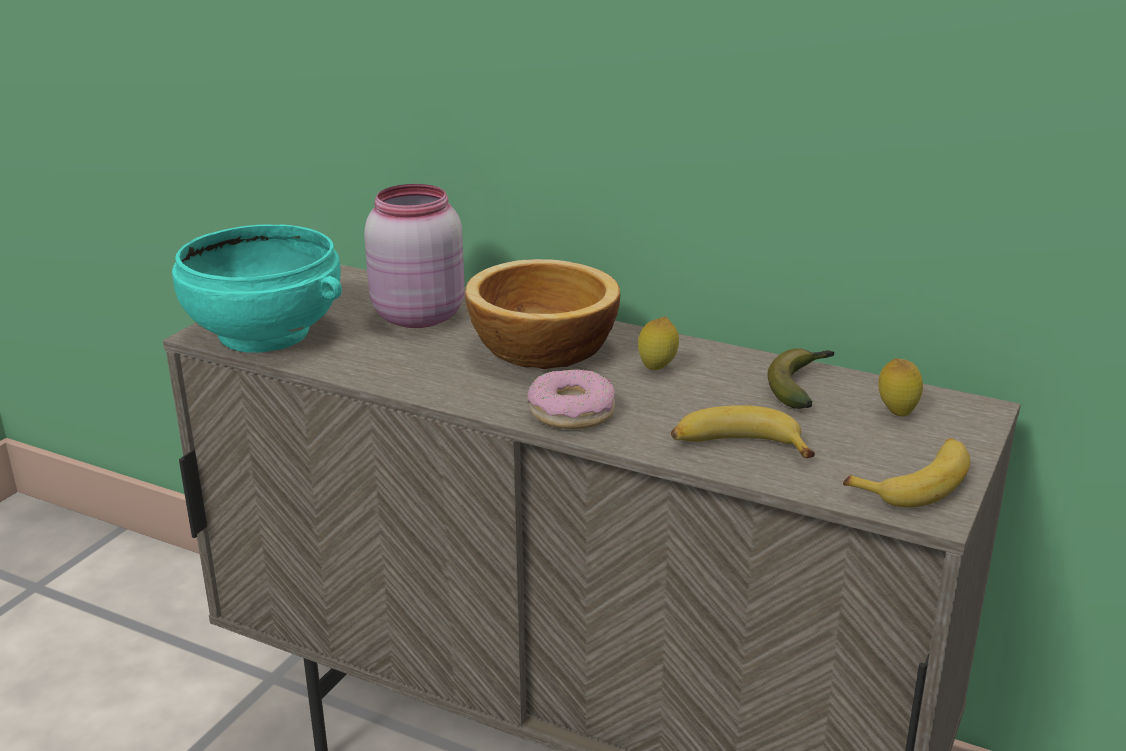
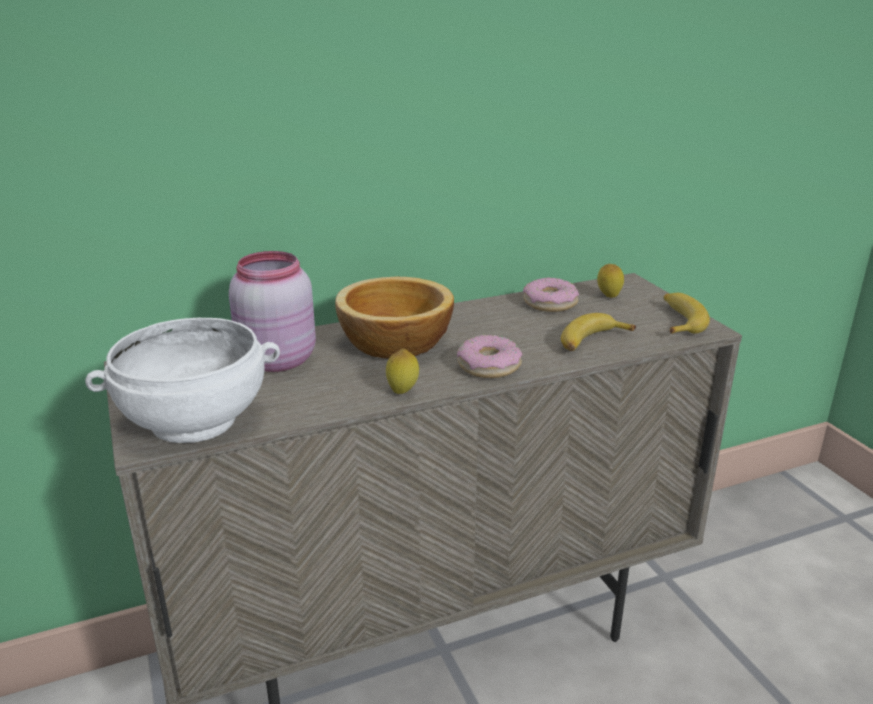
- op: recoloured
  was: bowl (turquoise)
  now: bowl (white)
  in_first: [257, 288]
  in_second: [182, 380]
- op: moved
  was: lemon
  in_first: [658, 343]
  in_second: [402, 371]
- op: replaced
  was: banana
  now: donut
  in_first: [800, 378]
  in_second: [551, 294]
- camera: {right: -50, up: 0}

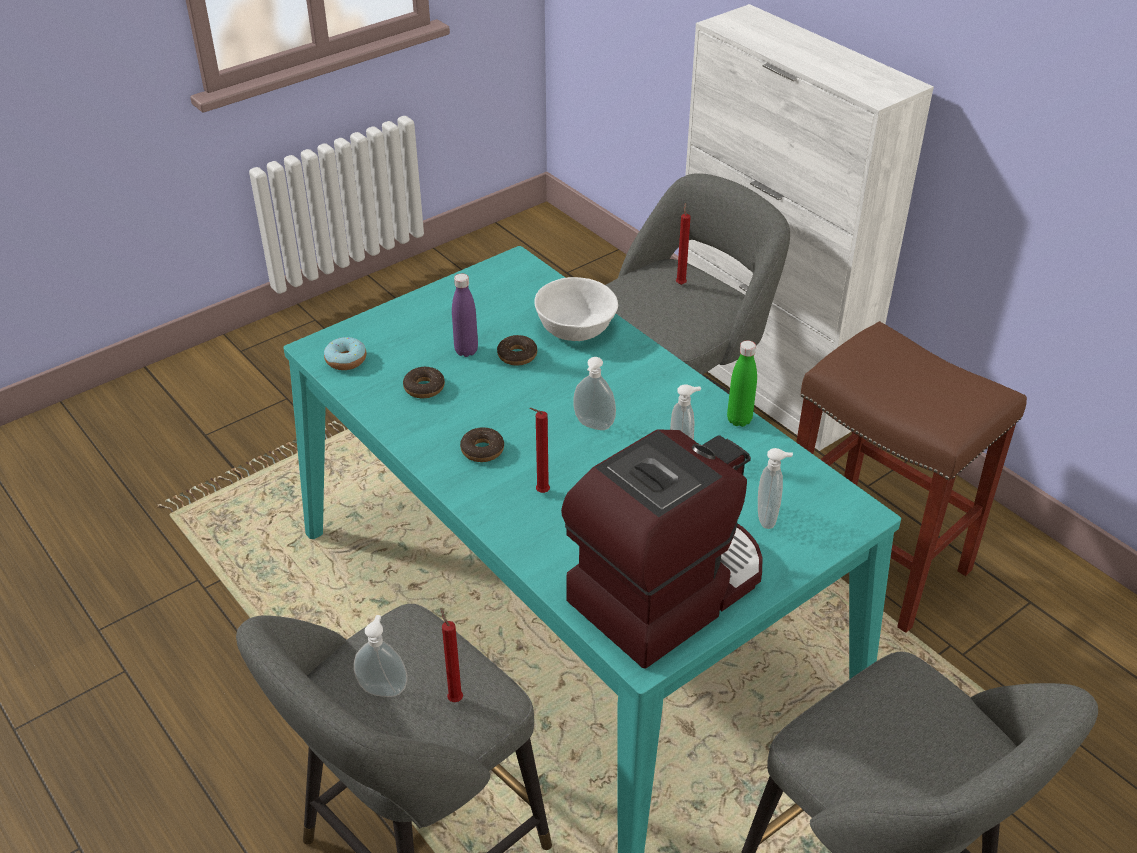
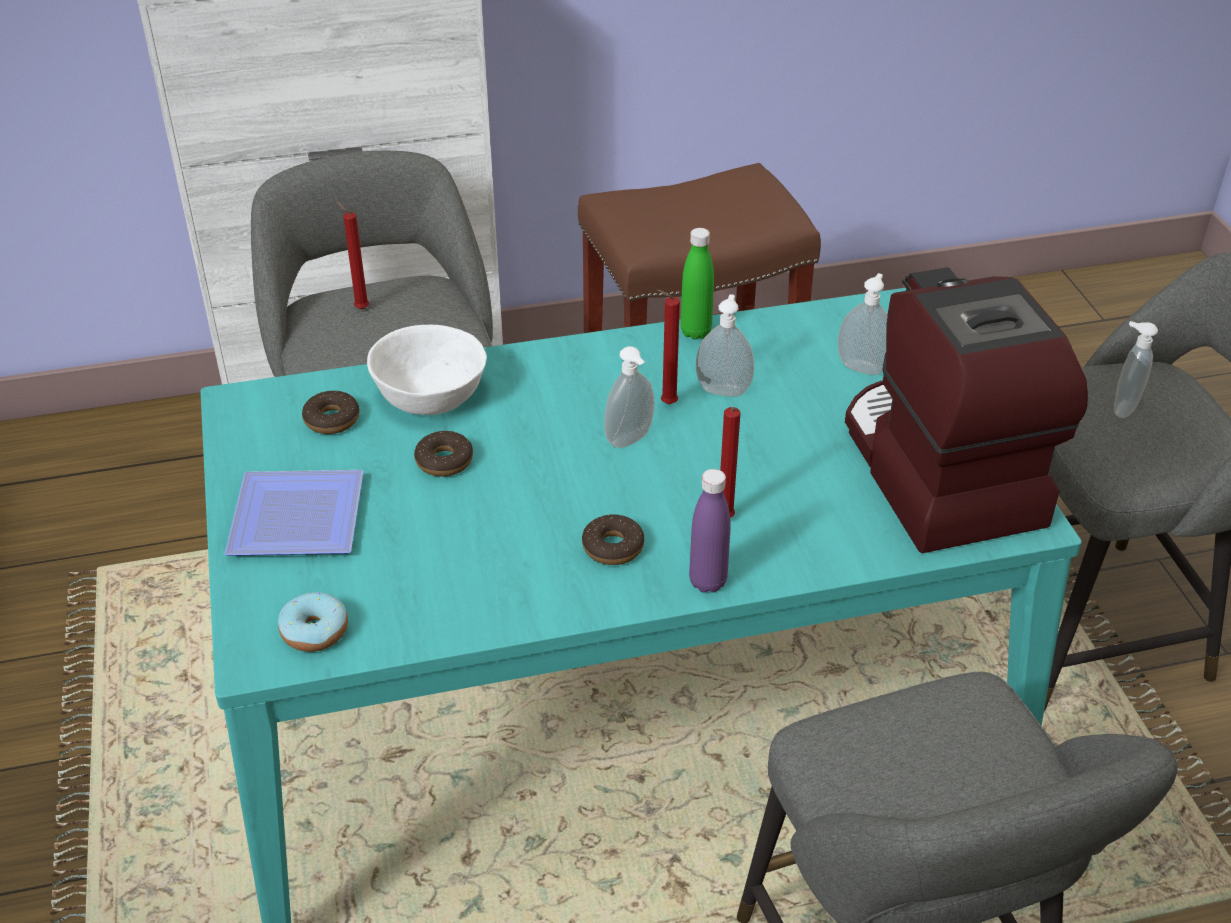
- op: moved
  was: bottle (purple)
  in_first: [465, 315]
  in_second: [710, 531]
- op: moved
  was: donut
  in_first: [424, 382]
  in_second: [330, 412]
- op: moved
  was: candle (red)
  in_first: [451, 655]
  in_second: [668, 347]
- op: moved
  was: soap dispenser
  in_first: [380, 656]
  in_second: [1136, 369]
- op: added
  now: plate
  in_second: [294, 513]
- camera: {right: -65, up: 0}

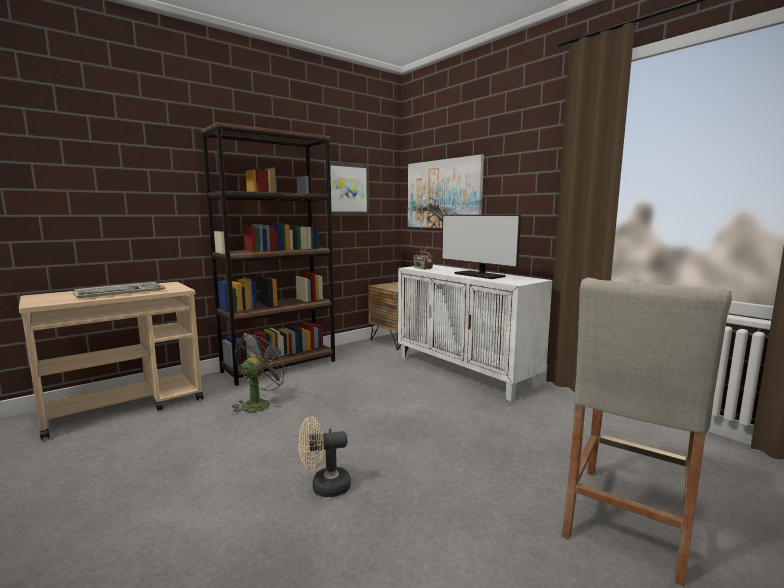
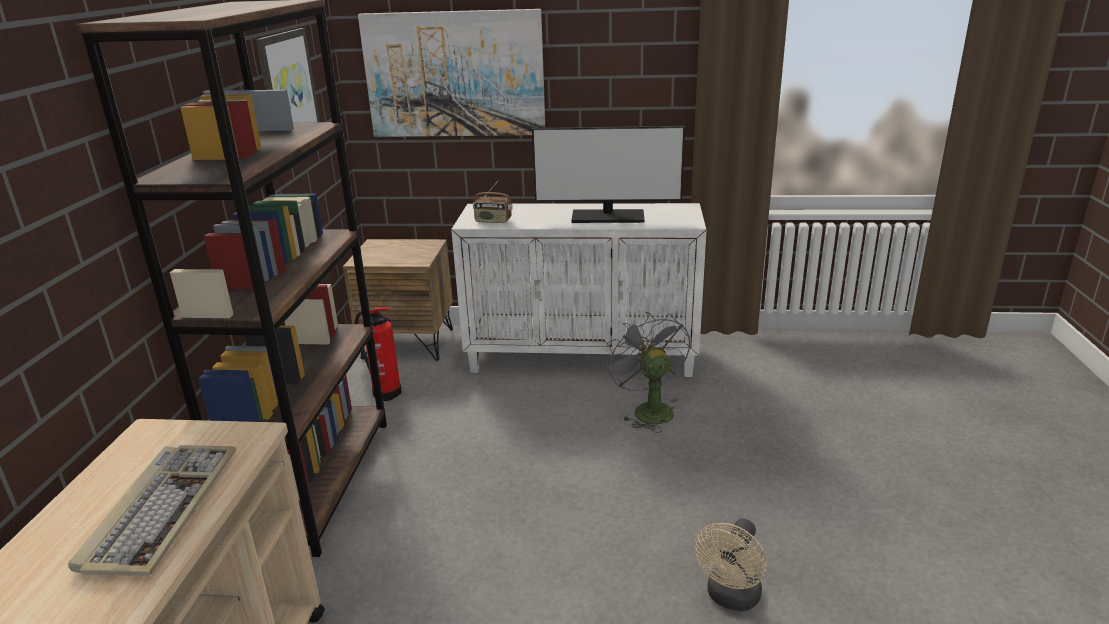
- op: removed
  was: stool (beige)
  in_first: [646, 432]
- op: moved
  was: fan (grey)
  in_first: [261, 372]
  in_second: [647, 372]
- op: added
  now: fire extinguisher
  in_second: [378, 354]
- camera: {right: -45, up: 15}

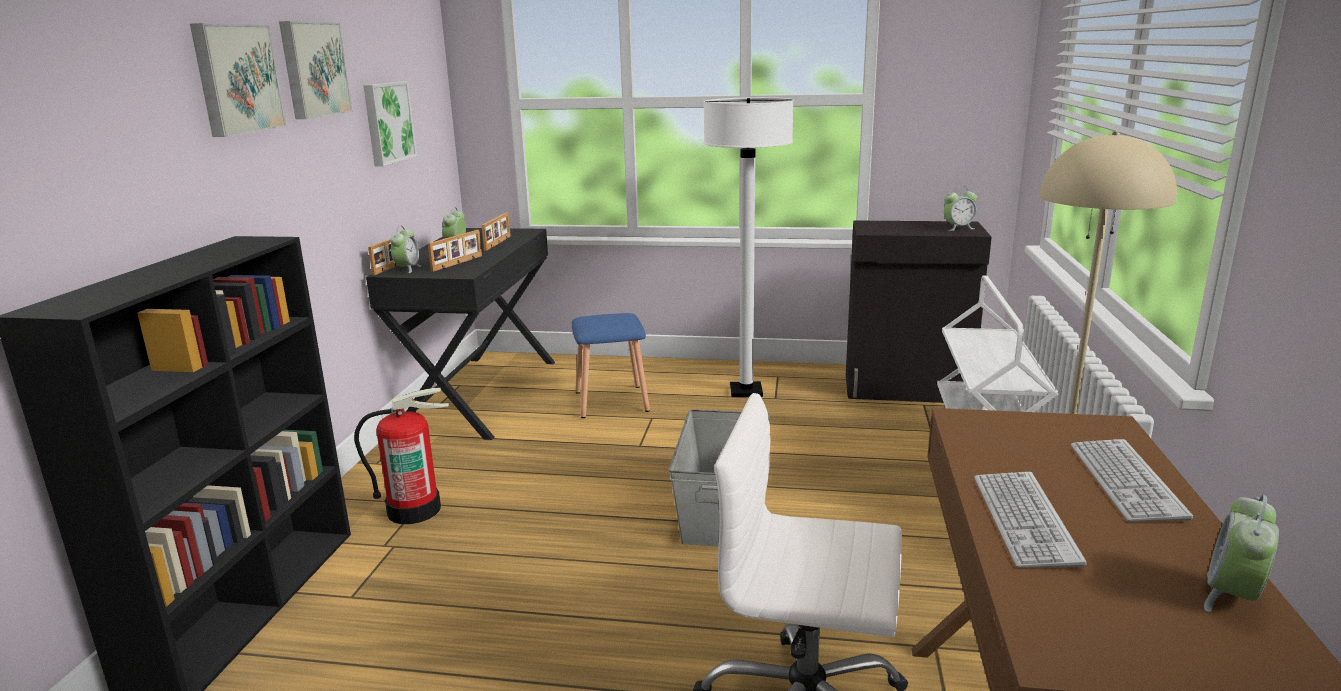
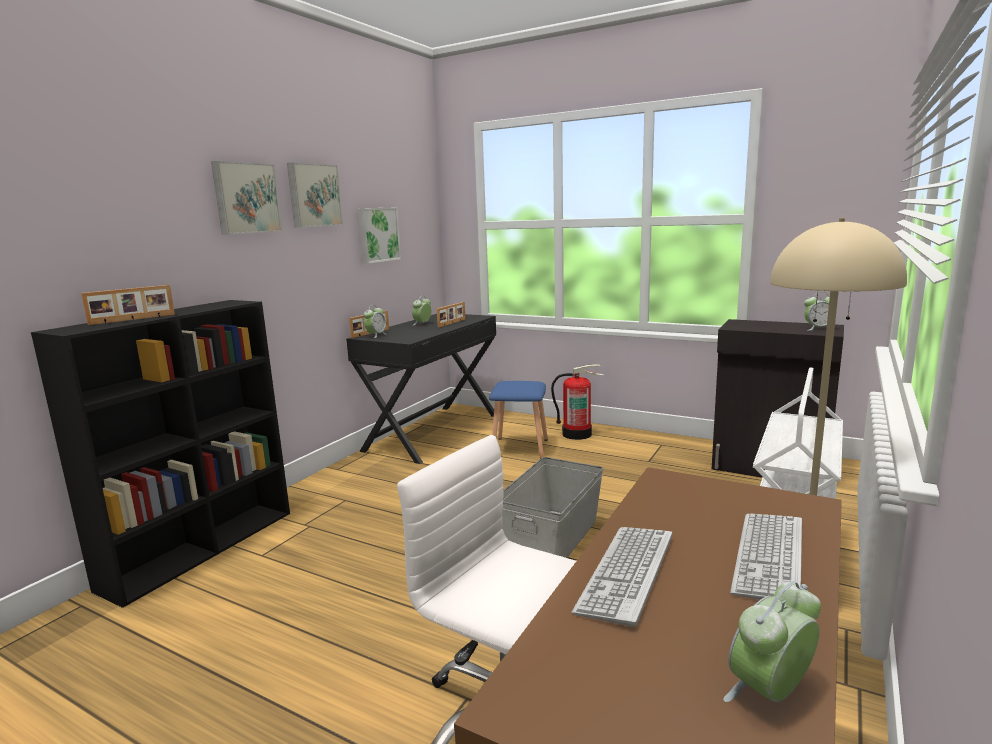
- op: removed
  was: floor lamp (white)
  in_first: [748, 247]
- op: moved
  was: picture frame
  in_first: [455, 251]
  in_second: [128, 305]
- op: moved
  was: fire extinguisher
  in_first: [401, 455]
  in_second: [577, 402]
- camera: {right: 20, up: -5}

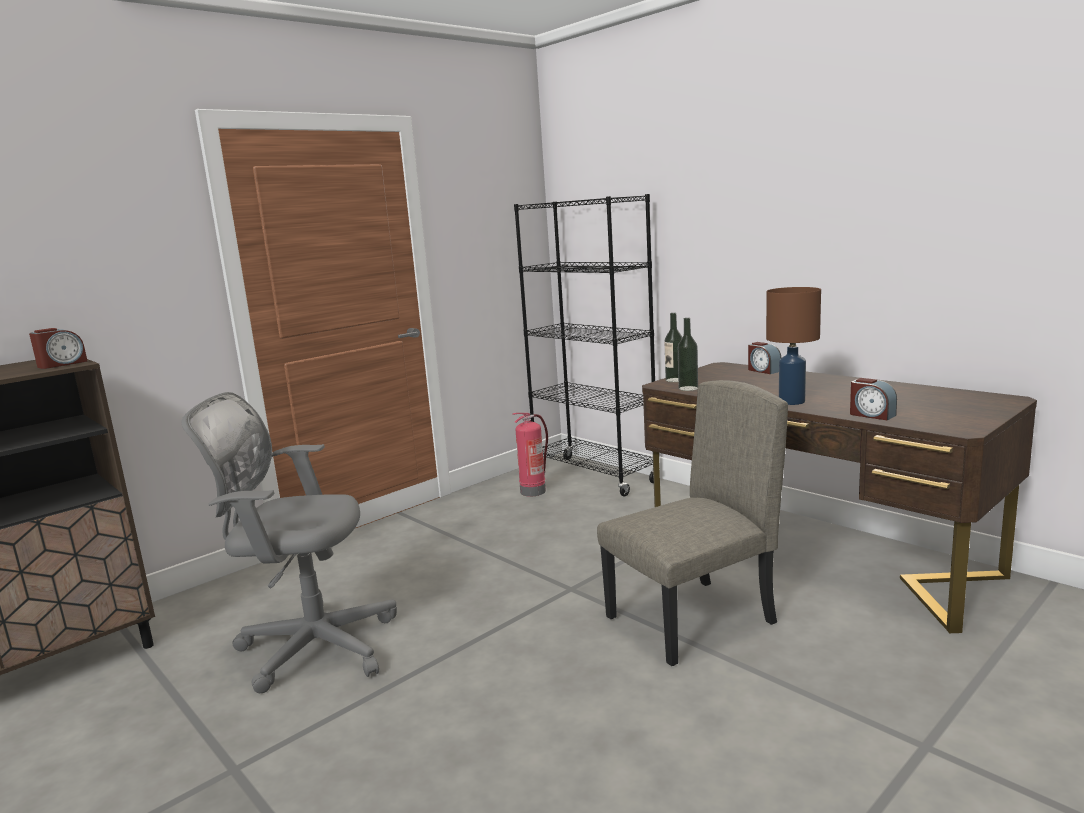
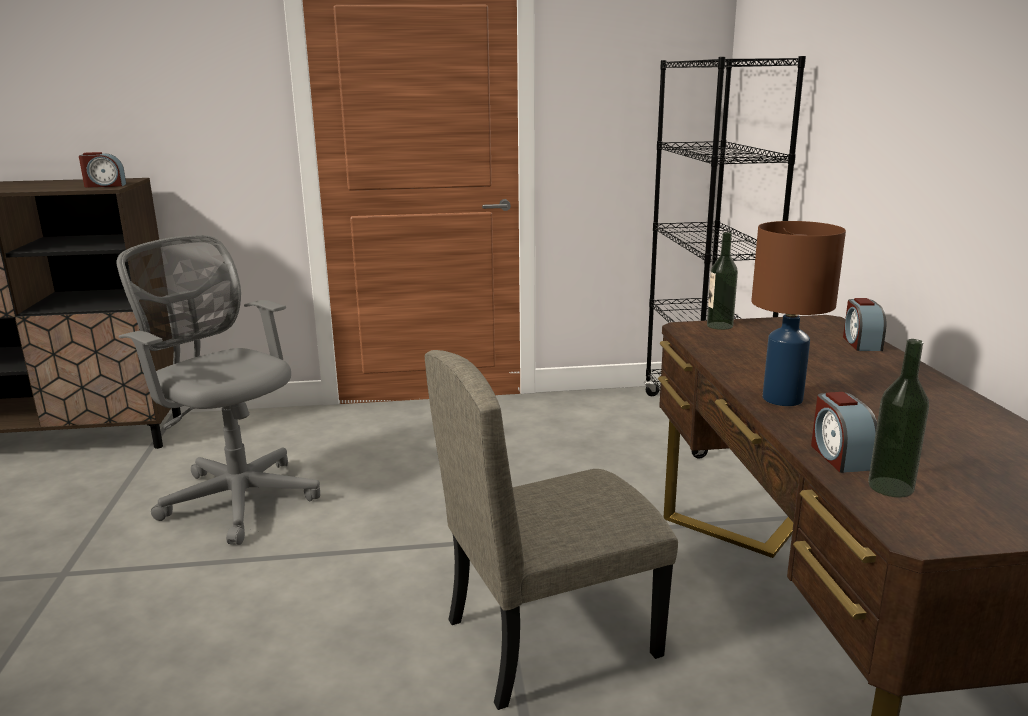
- op: moved
  was: bottle
  in_first: [688, 354]
  in_second: [898, 418]
- op: turned
  was: chair (beige)
  in_first: [692, 523]
  in_second: [551, 530]
  clockwise: 150
- op: removed
  was: fire extinguisher
  in_first: [530, 455]
- camera: {right: 35, up: 5}

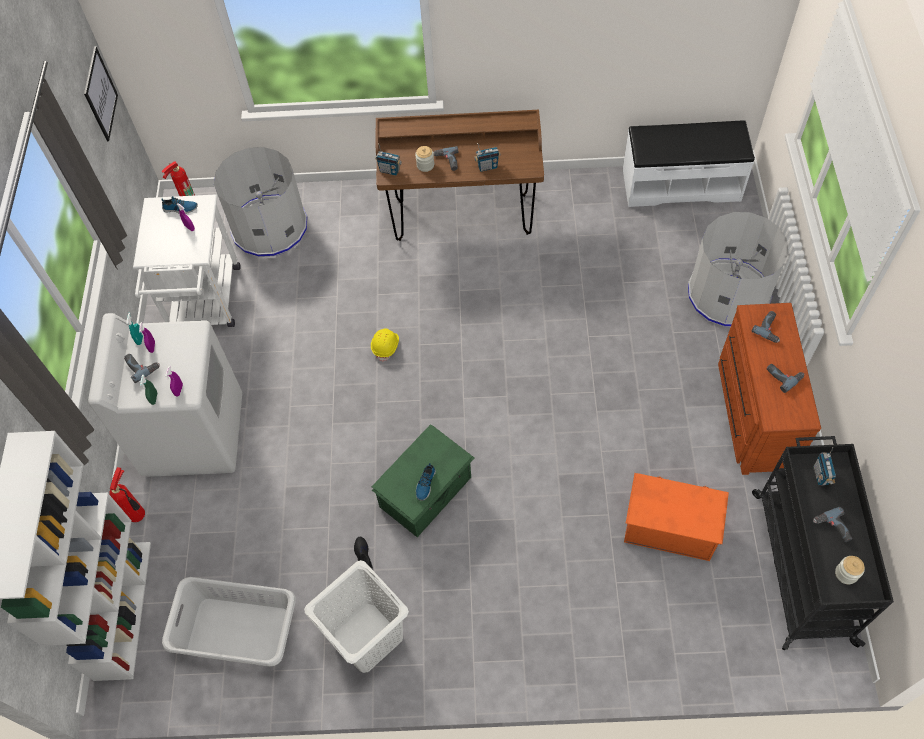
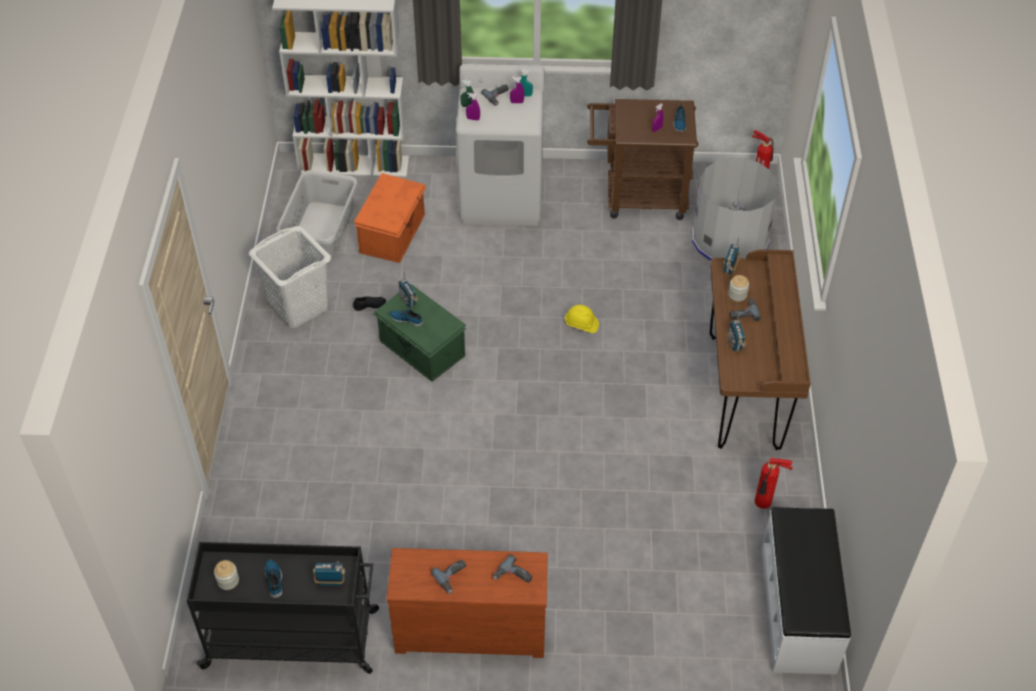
- op: removed
  was: picture
  in_first: [101, 93]
- op: recoloured
  was: cart (white)
  now: cart (brown)
  in_first: [186, 260]
  in_second: [642, 159]
- op: removed
  was: trash can (grey)
  in_first: [738, 269]
- op: moved
  was: fire extinguisher
  in_first: [127, 494]
  in_second: [773, 483]
- op: moved
  was: storage box (orange)
  in_first: [676, 517]
  in_second: [390, 218]
- op: replaced
  was: power drill
  now: shoe
  in_first: [832, 524]
  in_second: [273, 578]
- op: added
  now: radio
  in_second: [408, 289]
- camera: {right: 90, up: -10}

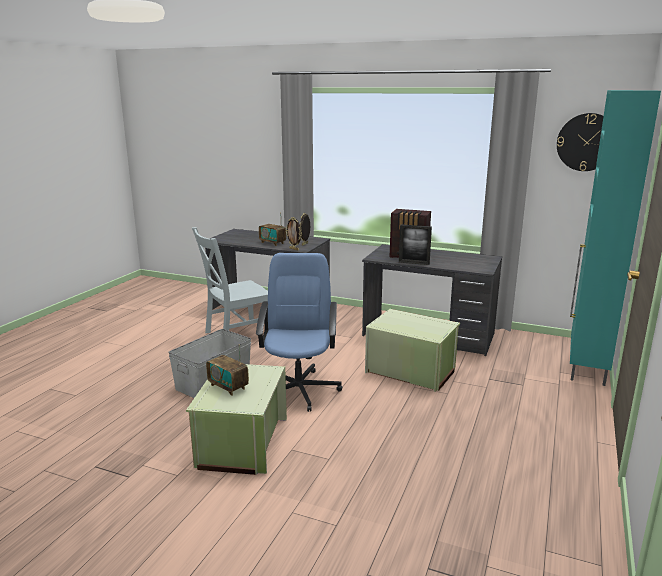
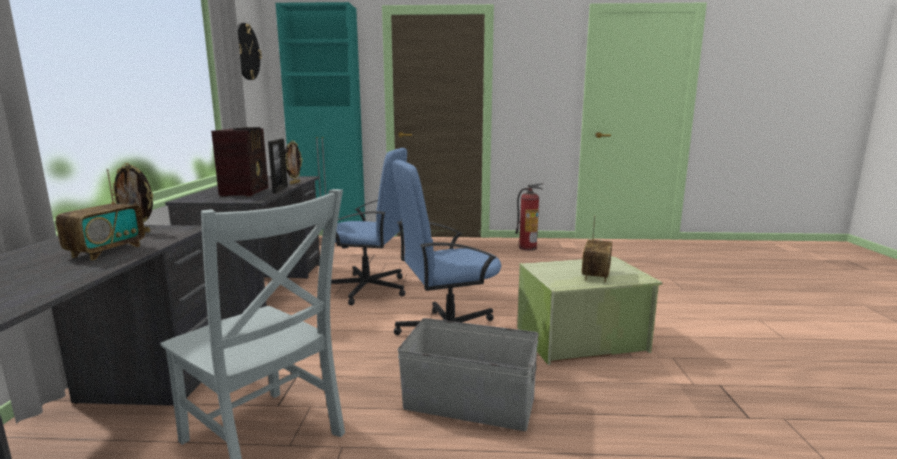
- op: moved
  was: picture frame
  in_first: [293, 233]
  in_second: [294, 162]
- op: replaced
  was: storage box (green)
  now: office chair (blue)
  in_first: [412, 350]
  in_second: [369, 226]
- op: added
  now: fire extinguisher
  in_second: [529, 217]
- camera: {right: -110, up: -5}

